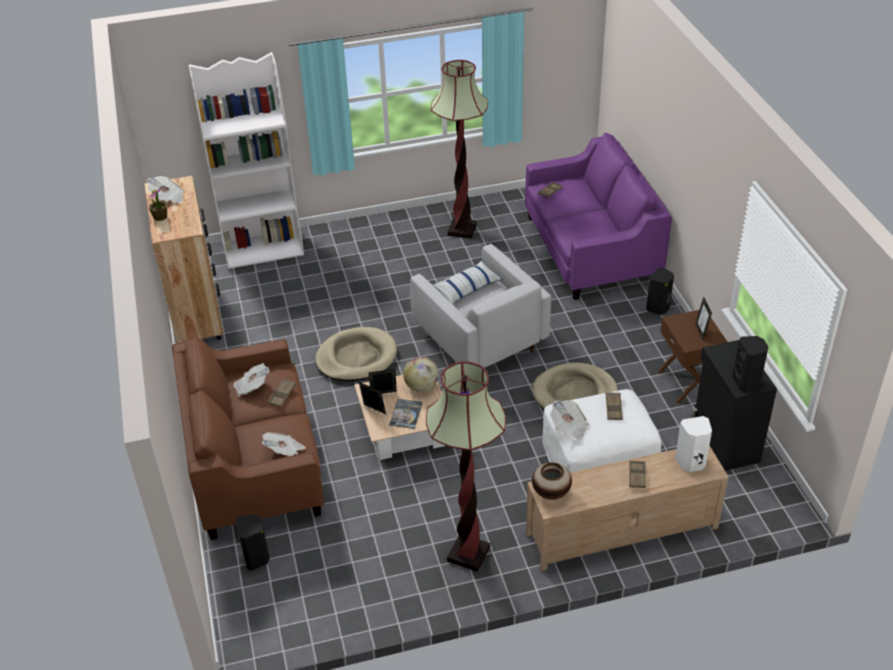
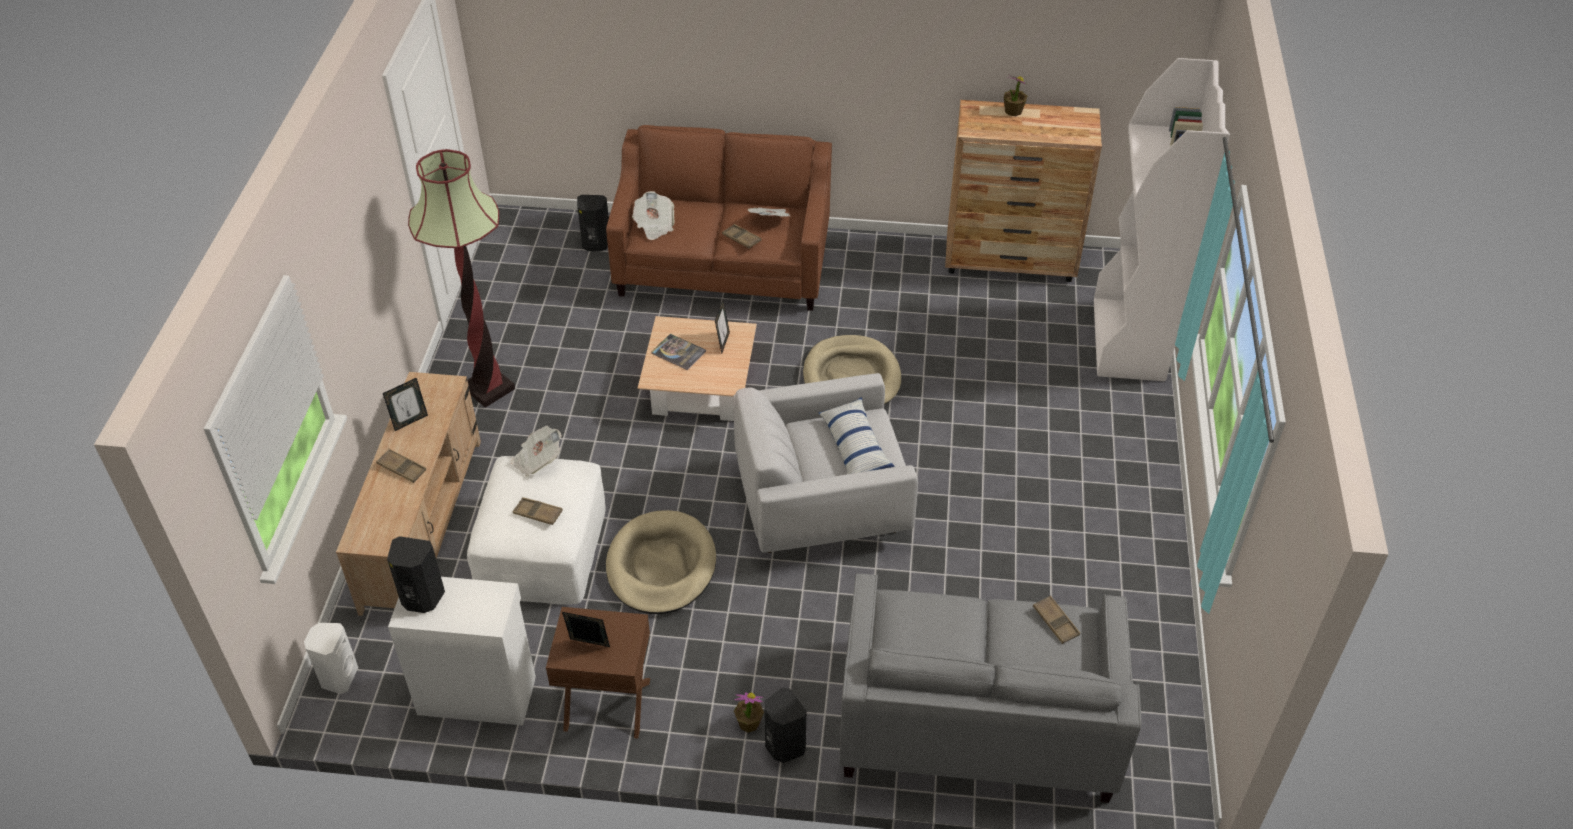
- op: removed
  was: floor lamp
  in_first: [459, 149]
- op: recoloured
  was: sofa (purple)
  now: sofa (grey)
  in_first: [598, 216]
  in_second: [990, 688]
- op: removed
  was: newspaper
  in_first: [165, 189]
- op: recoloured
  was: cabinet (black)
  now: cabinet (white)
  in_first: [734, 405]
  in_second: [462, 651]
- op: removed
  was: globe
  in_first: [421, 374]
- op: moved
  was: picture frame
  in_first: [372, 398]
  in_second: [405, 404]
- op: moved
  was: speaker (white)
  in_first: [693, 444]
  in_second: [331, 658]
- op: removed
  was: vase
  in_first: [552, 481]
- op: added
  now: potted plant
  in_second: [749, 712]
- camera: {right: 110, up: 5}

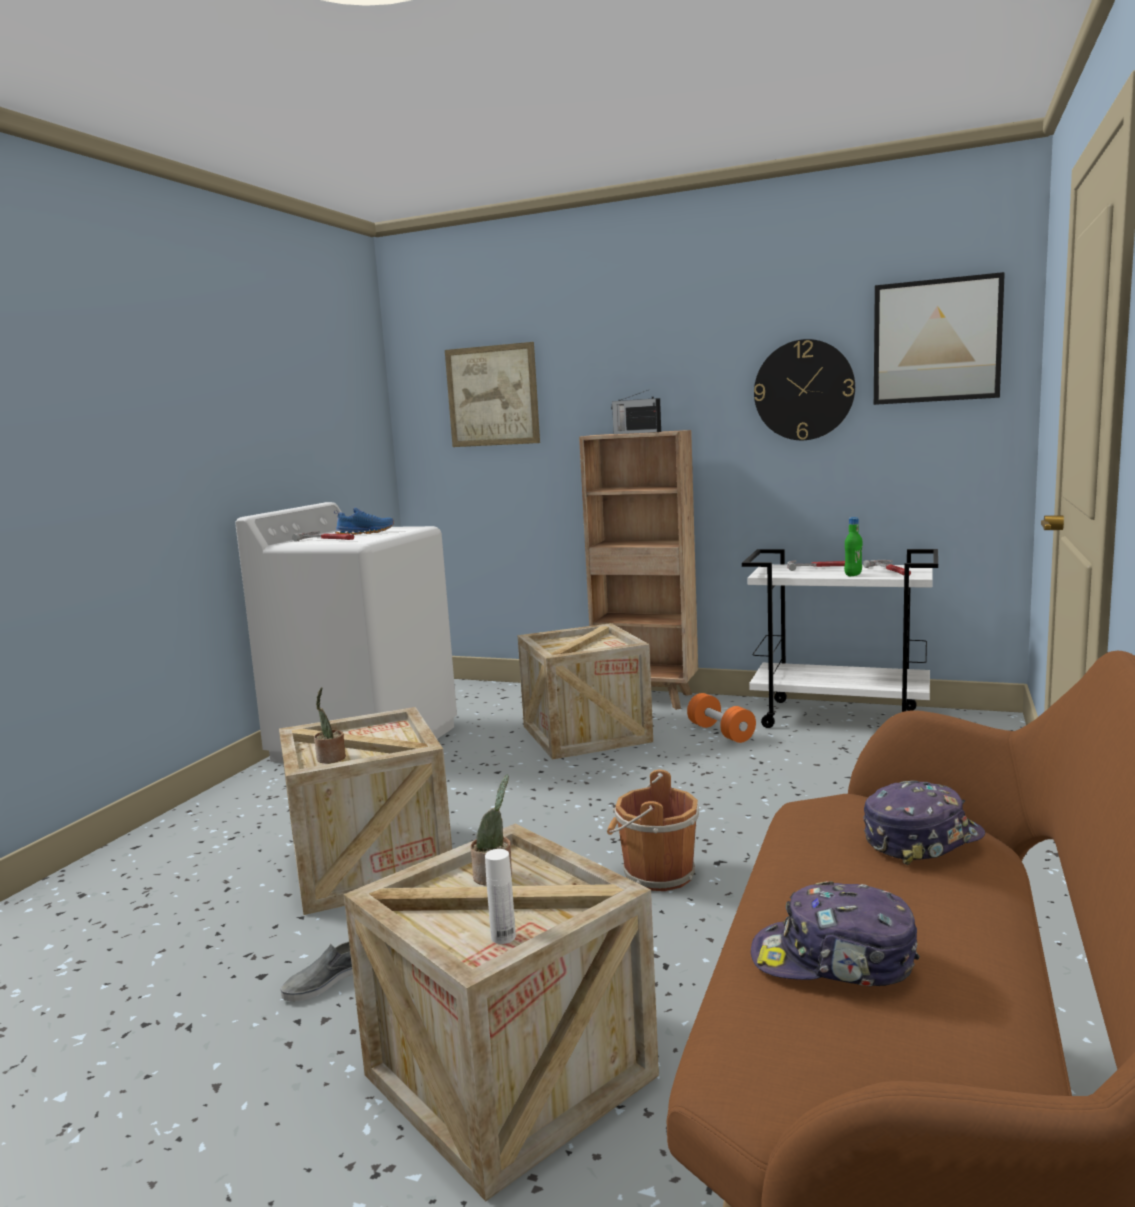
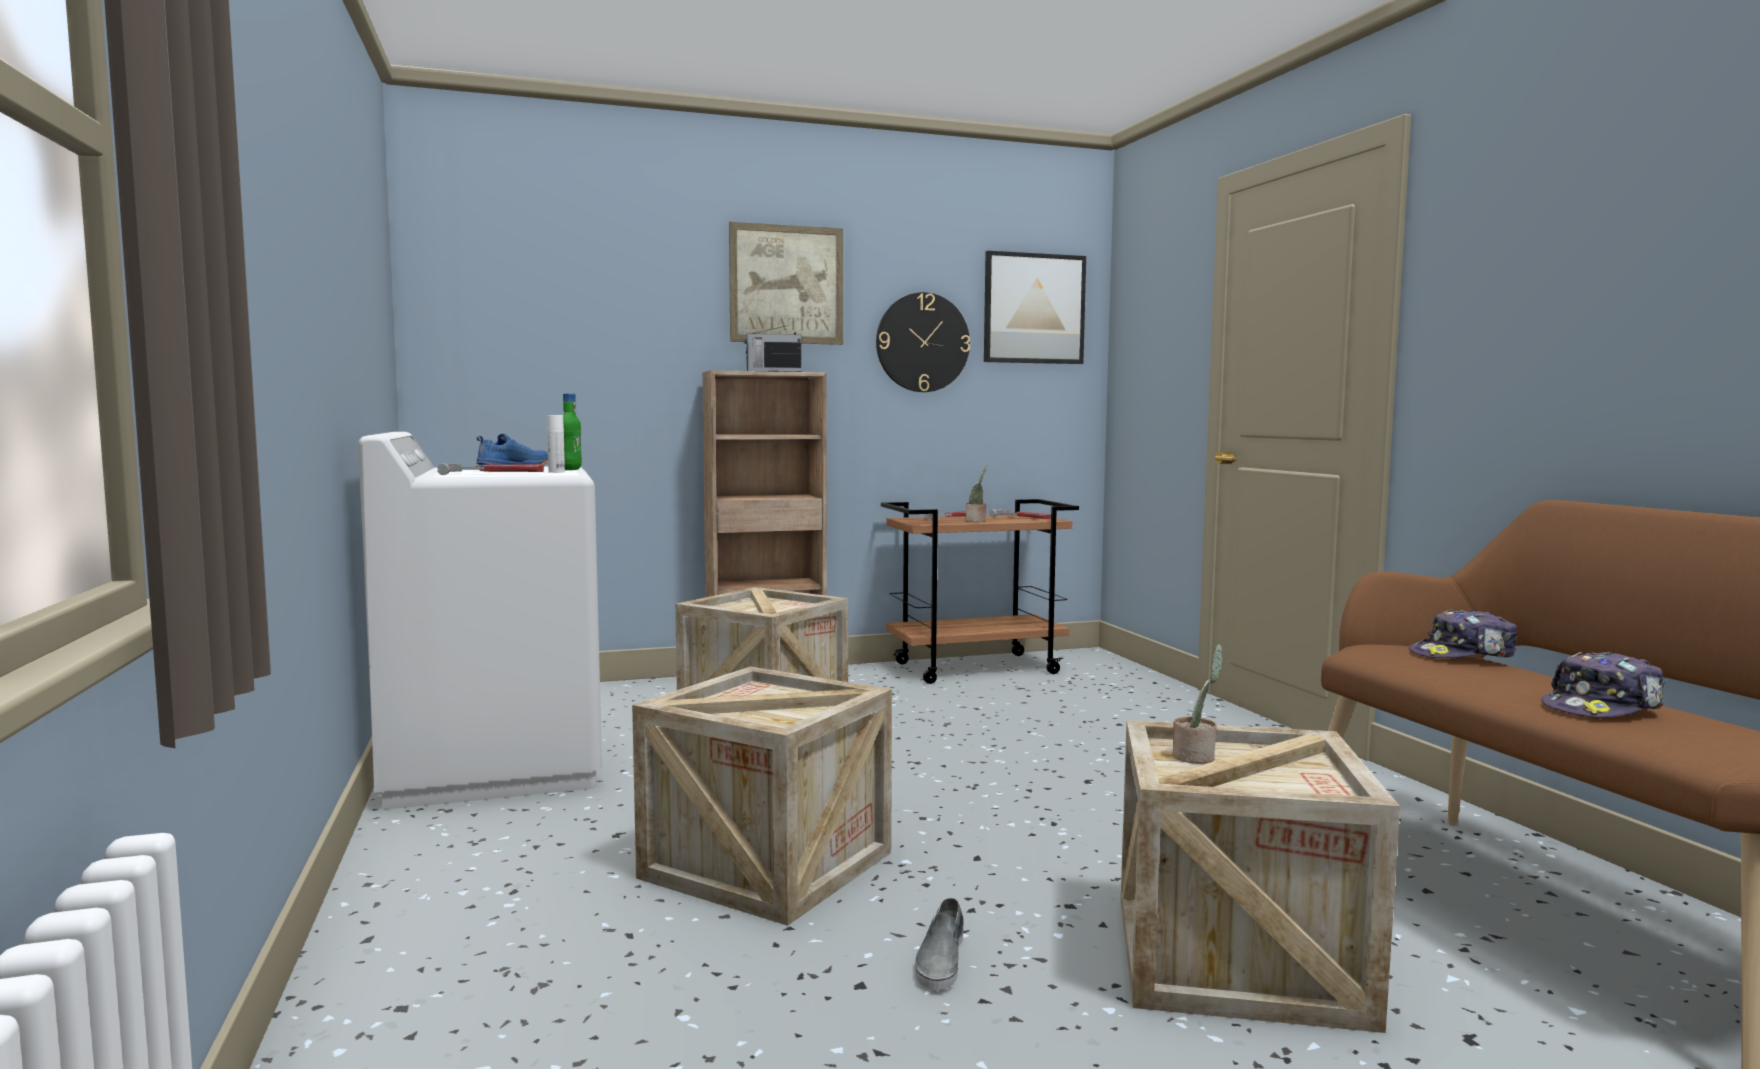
- op: moved
  was: picture
  in_first: [492, 394]
  in_second: [786, 283]
- op: moved
  was: bottle (green)
  in_first: [853, 546]
  in_second: [572, 431]
- op: recoloured
  was: cart (white)
  now: cart (brown)
  in_first: [840, 638]
  in_second: [980, 591]
- op: moved
  was: potted plant
  in_first: [330, 725]
  in_second: [976, 494]
- op: removed
  was: dumbbell (orange)
  in_first: [721, 718]
- op: removed
  was: bucket (brown)
  in_first: [653, 830]
- op: turned
  was: cap
  in_first: [924, 823]
  in_second: [1463, 633]
  clockwise: -120
- op: moved
  was: bottle (white)
  in_first: [500, 896]
  in_second: [556, 444]
- camera: {right: -40, up: -5}

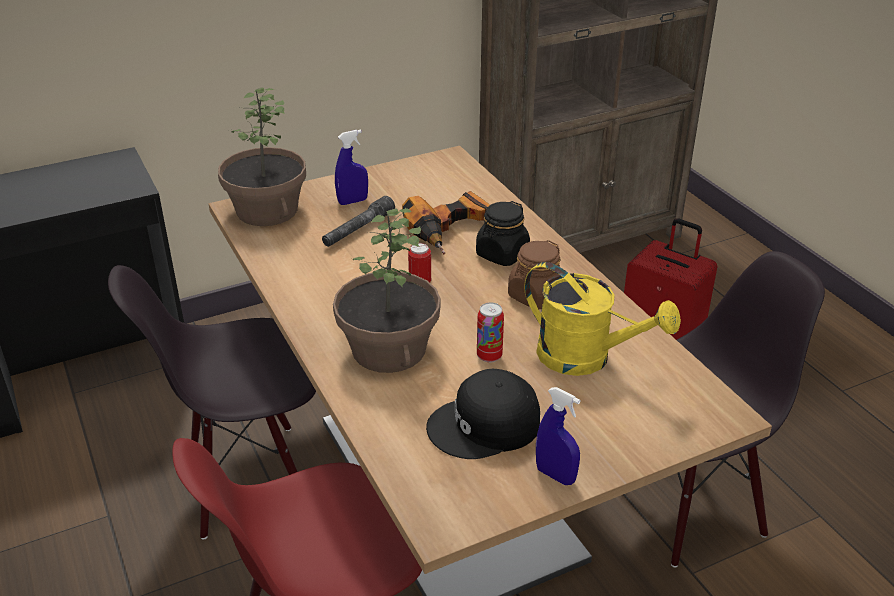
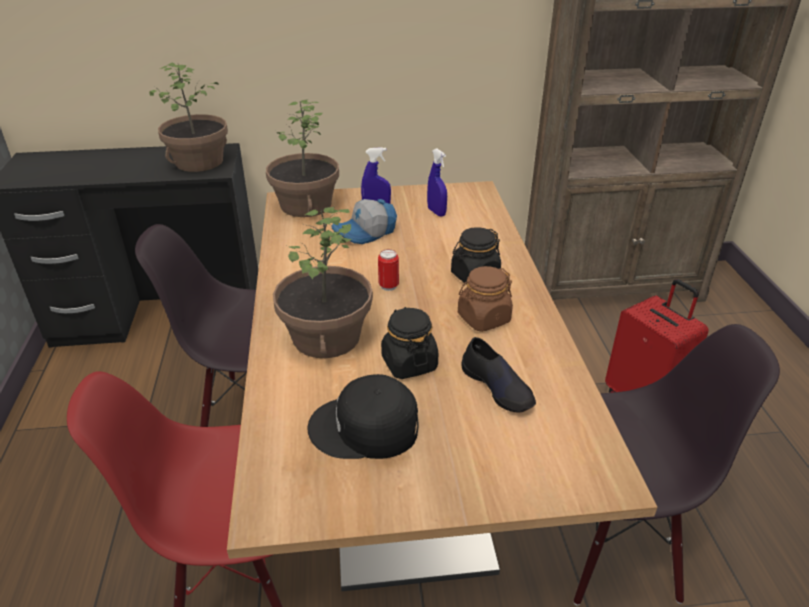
- op: removed
  was: power drill
  in_first: [446, 222]
- op: replaced
  was: flashlight (grey)
  now: cap
  in_first: [358, 221]
  in_second: [364, 221]
- op: replaced
  was: watering can (yellow)
  now: shoe (black)
  in_first: [602, 319]
  in_second: [498, 375]
- op: replaced
  was: can
  now: jar (black)
  in_first: [490, 332]
  in_second: [409, 343]
- op: moved
  was: spray bottle (blue)
  in_first: [558, 436]
  in_second: [437, 182]
- op: added
  now: potted plant
  in_second: [188, 117]
- camera: {right: 20, up: 0}

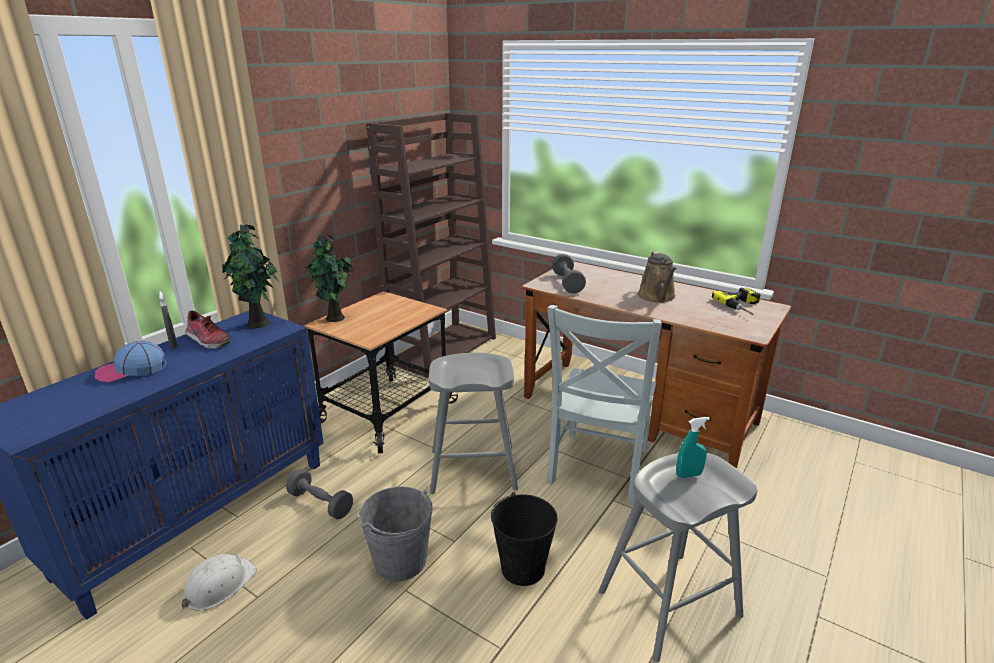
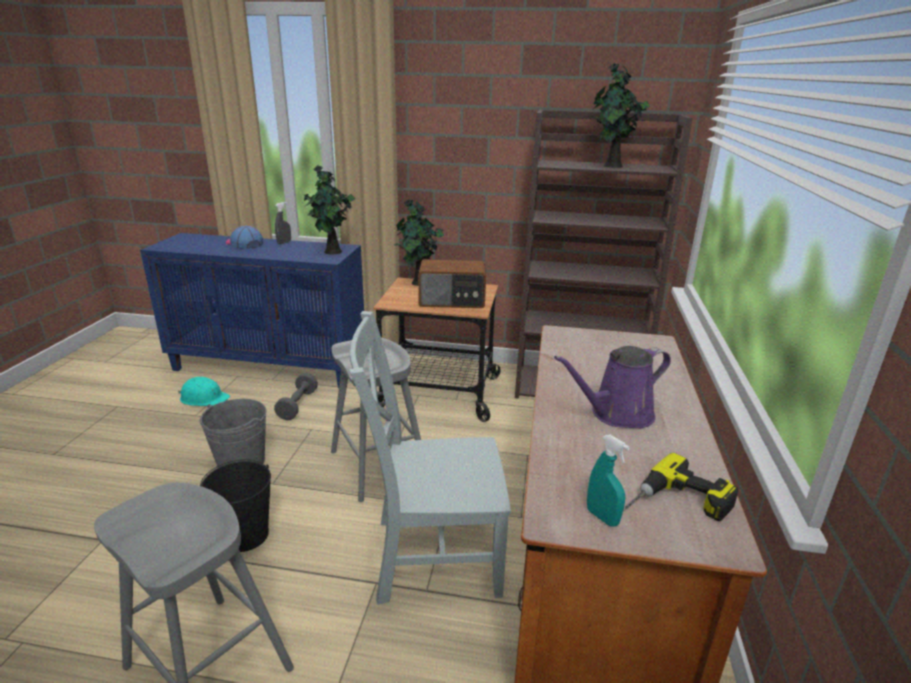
- op: recoloured
  was: watering can (brown)
  now: watering can (purple)
  in_first: [657, 277]
  in_second: [612, 387]
- op: removed
  was: dumbbell (grey)
  in_first: [569, 274]
- op: removed
  was: shoe
  in_first: [208, 329]
- op: moved
  was: spray bottle (turquoise)
  in_first: [693, 447]
  in_second: [608, 481]
- op: recoloured
  was: hard hat (white)
  now: hard hat (turquoise)
  in_first: [219, 582]
  in_second: [204, 391]
- op: added
  now: potted plant
  in_second: [621, 115]
- op: added
  now: radio
  in_second: [452, 283]
- camera: {right: 65, up: 0}

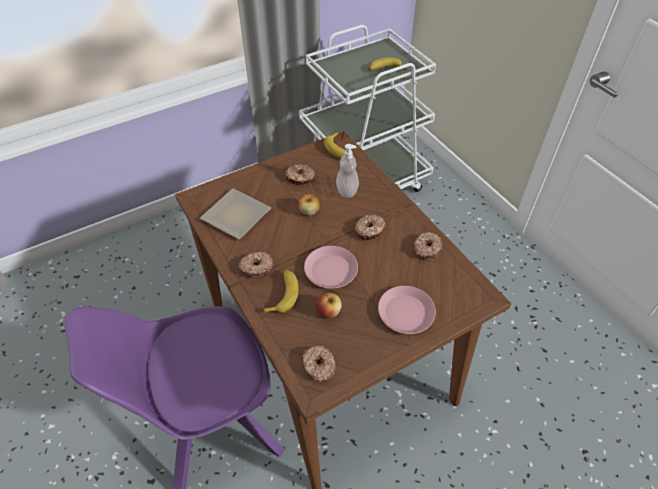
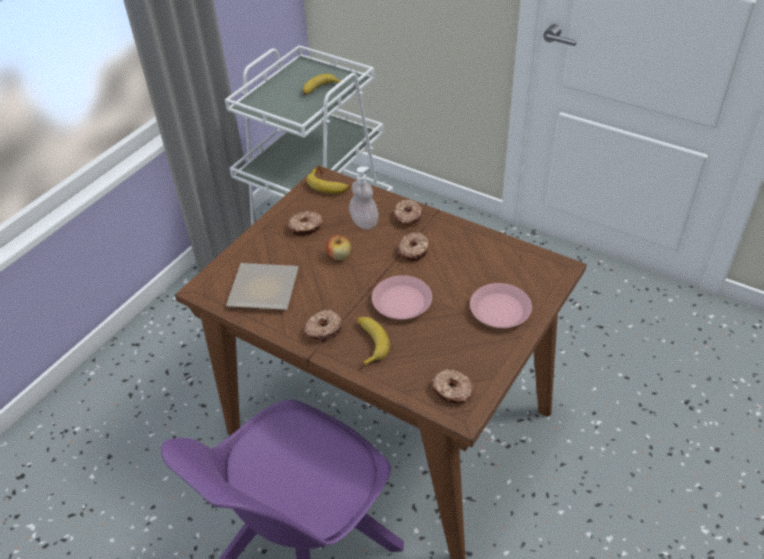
- op: moved
  was: donut
  in_first: [428, 246]
  in_second: [408, 213]
- op: removed
  was: apple
  in_first: [329, 305]
- camera: {right: -25, up: -5}

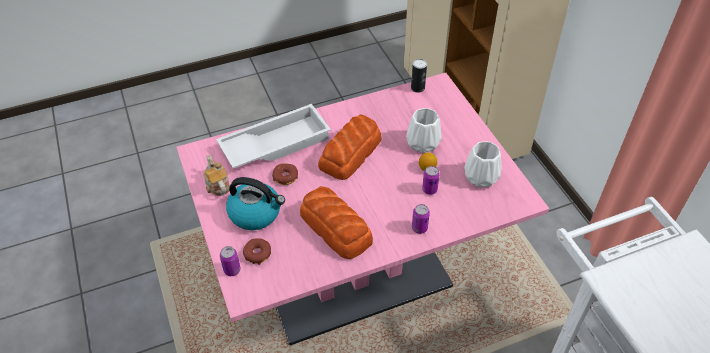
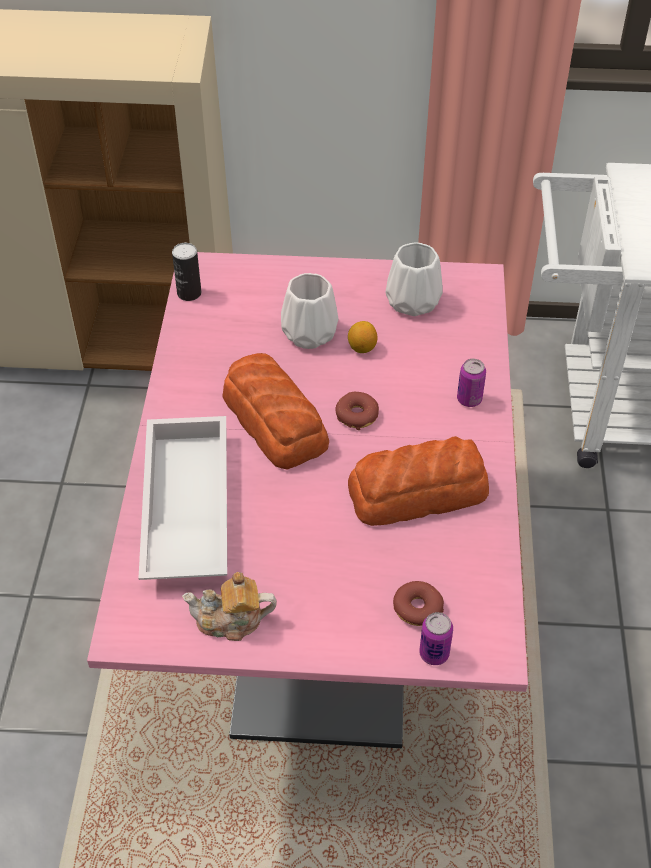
- op: moved
  was: donut
  in_first: [285, 174]
  in_second: [357, 411]
- op: removed
  was: can
  in_first: [431, 180]
- op: removed
  was: kettle
  in_first: [255, 203]
- camera: {right: -65, up: 0}

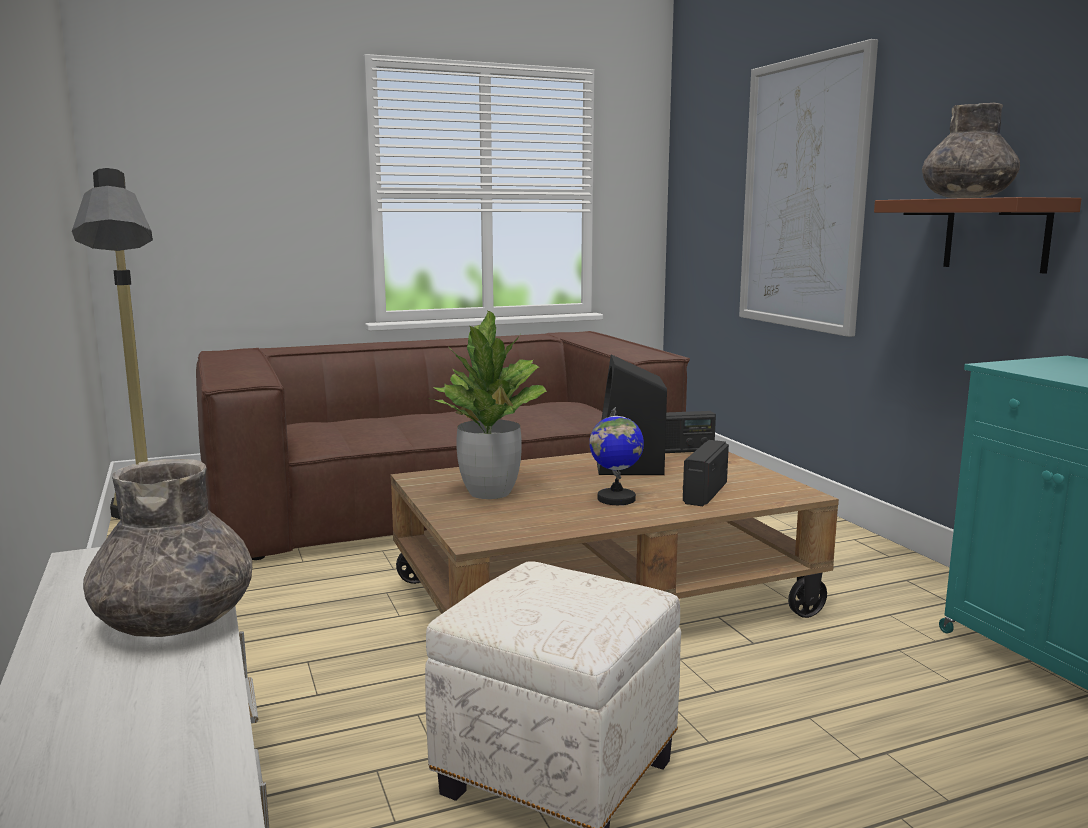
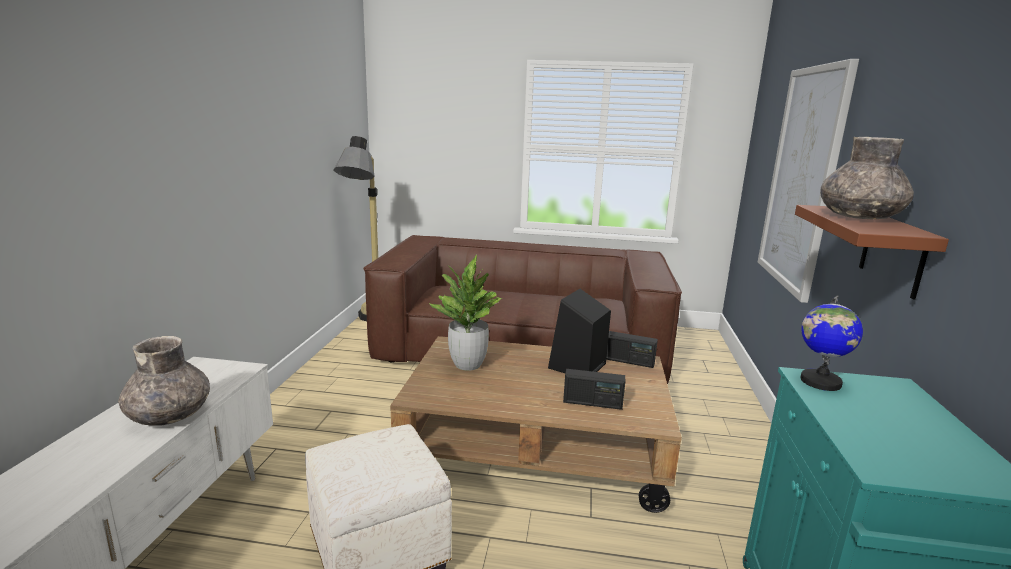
- op: moved
  was: globe
  in_first: [616, 456]
  in_second: [832, 343]
- op: turned
  was: radio
  in_first: [706, 473]
  in_second: [594, 389]
  clockwise: -135
- camera: {right: 30, up: 5}

